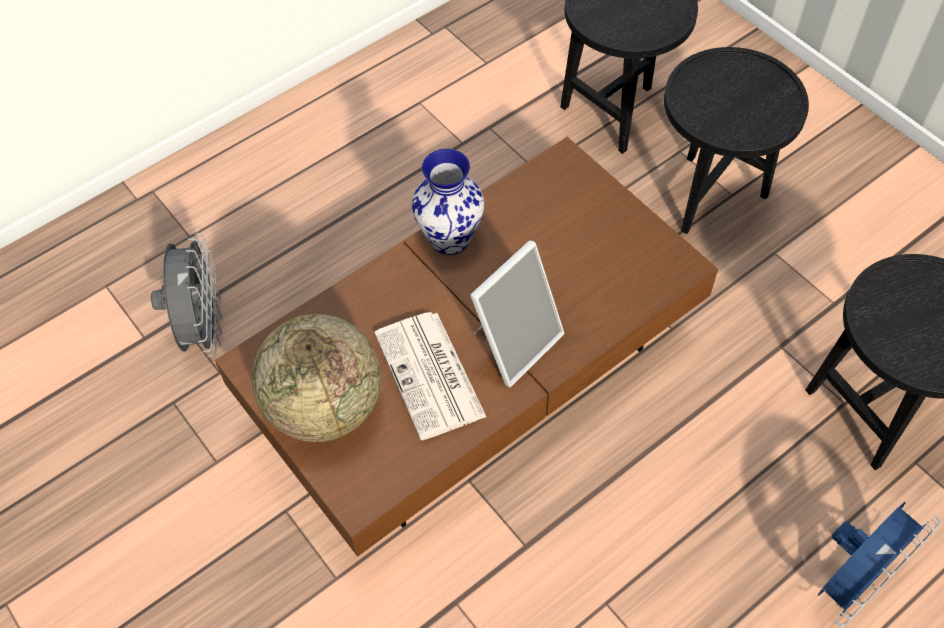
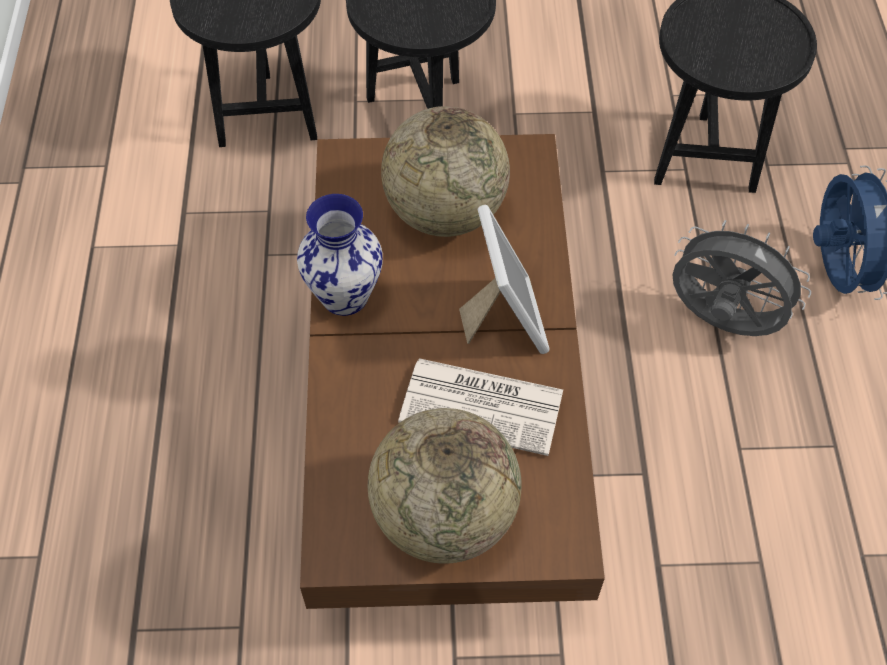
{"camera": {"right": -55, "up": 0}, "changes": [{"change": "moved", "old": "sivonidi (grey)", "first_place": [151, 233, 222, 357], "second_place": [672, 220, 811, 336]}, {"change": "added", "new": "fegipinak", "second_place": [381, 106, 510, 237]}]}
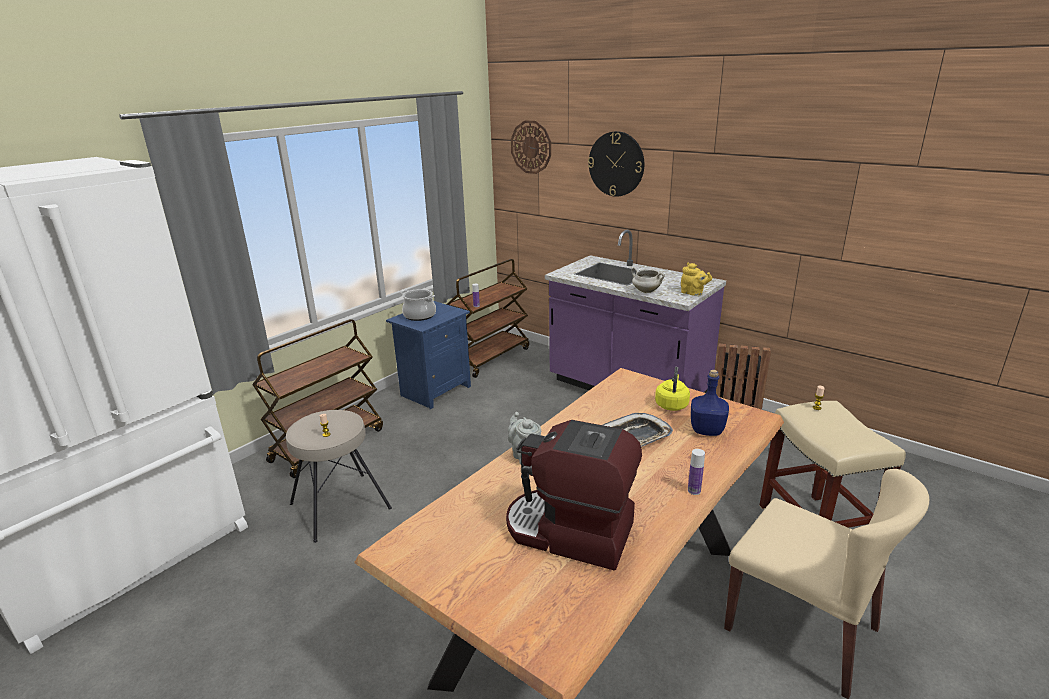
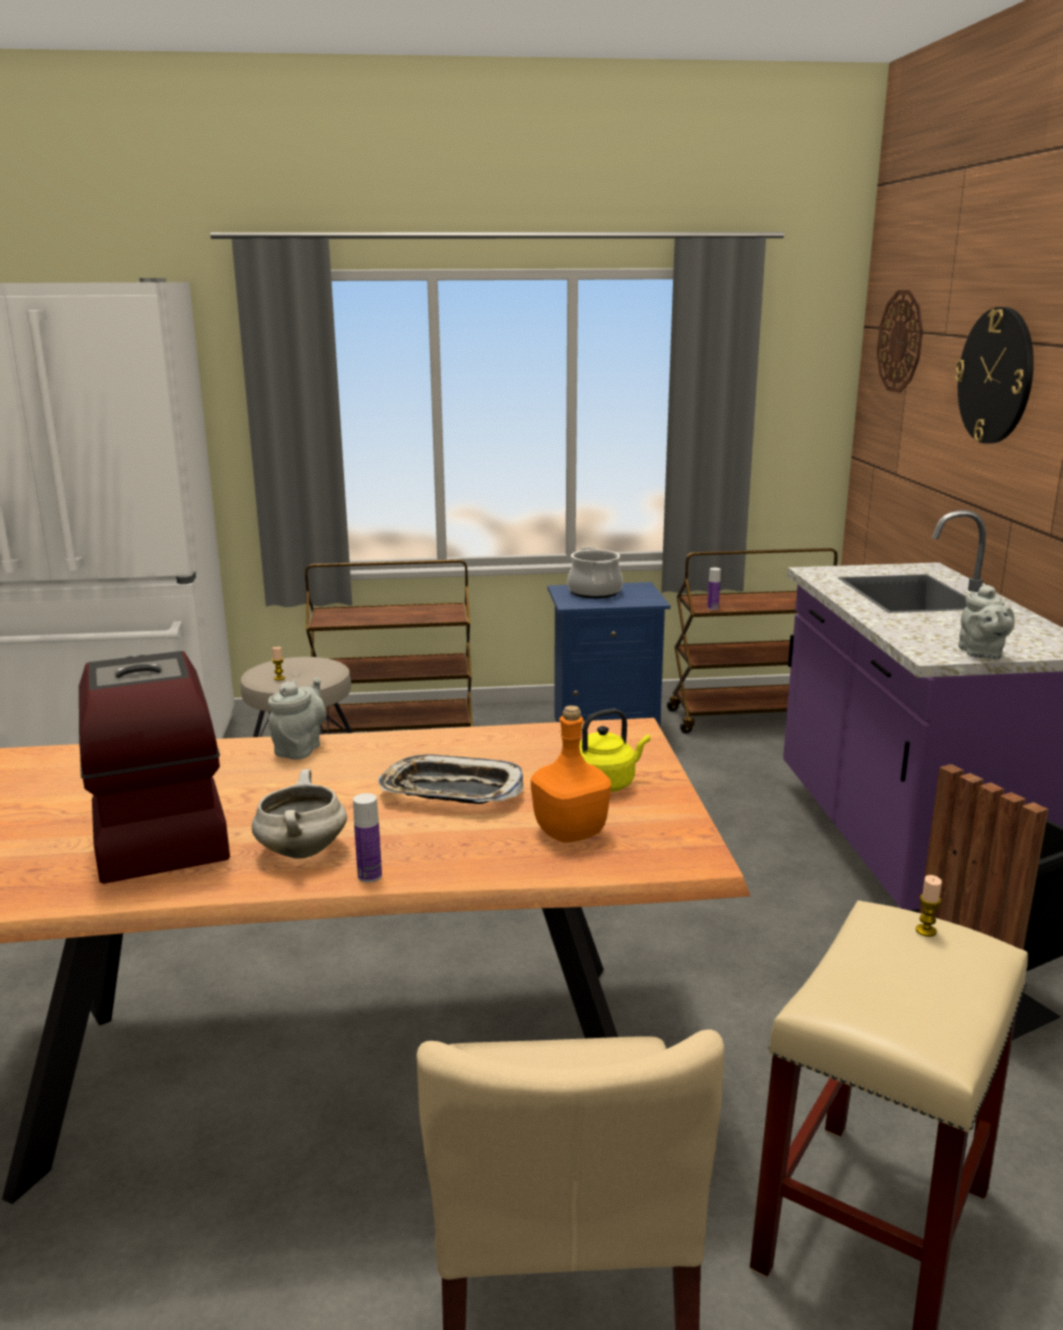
{"camera": {"right": 45, "up": -5}, "changes": [{"change": "moved", "old": "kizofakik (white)", "first_place": [632, 267, 665, 293], "second_place": [252, 769, 347, 858]}, {"change": "recoloured", "old": "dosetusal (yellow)", "new": "dosetusal (grey)", "first_place": [681, 263, 712, 296], "second_place": [958, 583, 1015, 660]}, {"change": "recoloured", "old": "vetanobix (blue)", "new": "vetanobix (orange)", "first_place": [691, 370, 729, 436], "second_place": [531, 705, 611, 843]}]}
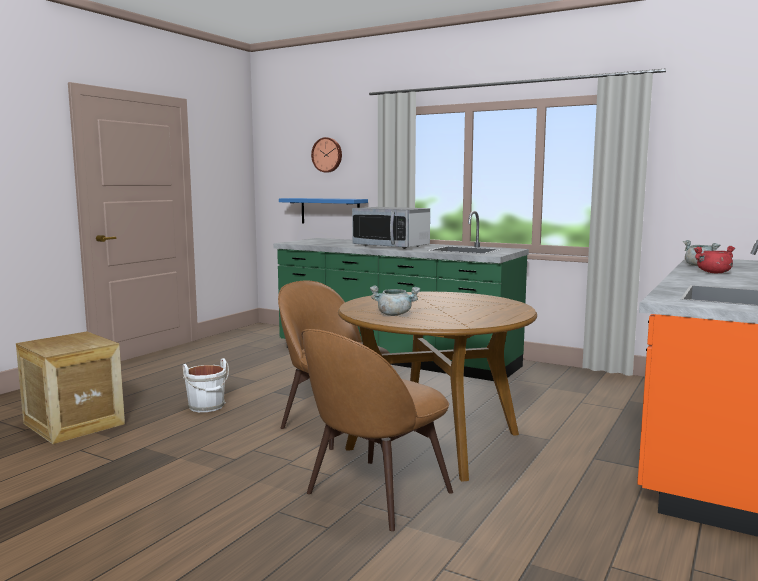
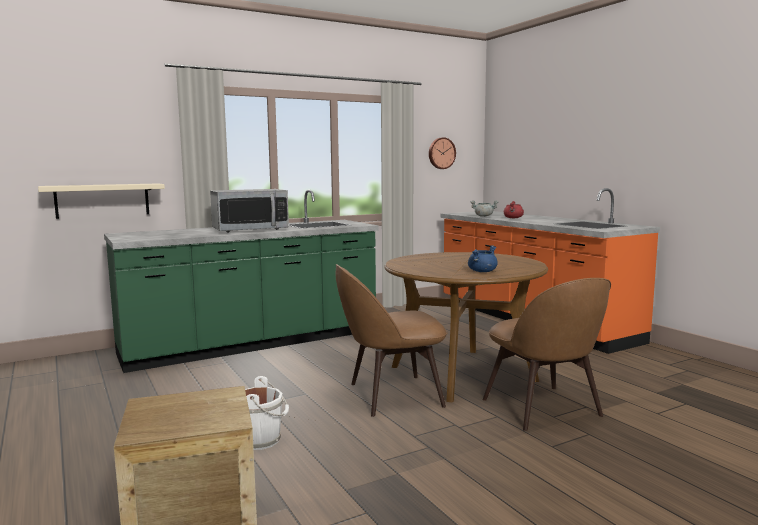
{"camera": {"right": -60, "up": 0}, "changes": [{"change": "recoloured", "old": "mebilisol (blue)", "new": "mebilisol (beige)", "first_place": [279, 198, 368, 224], "second_place": [38, 183, 165, 219]}, {"change": "moved", "old": "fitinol", "first_place": [311, 137, 342, 173], "second_place": [429, 137, 456, 169]}, {"change": "recoloured", "old": "kizofakik (grey)", "new": "kizofakik (blue)", "first_place": [369, 285, 420, 316], "second_place": [468, 246, 498, 272]}]}
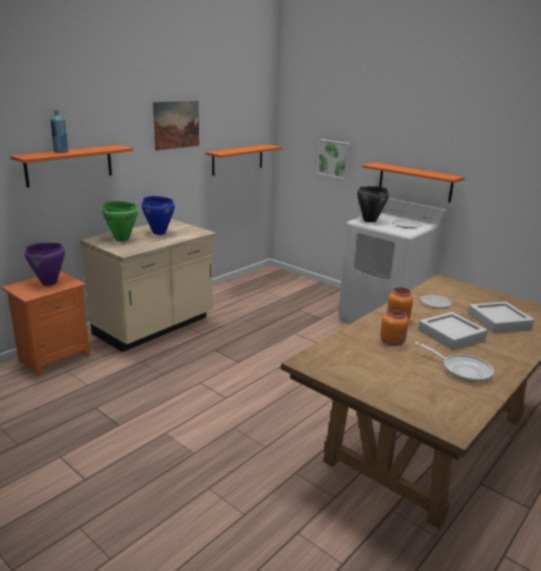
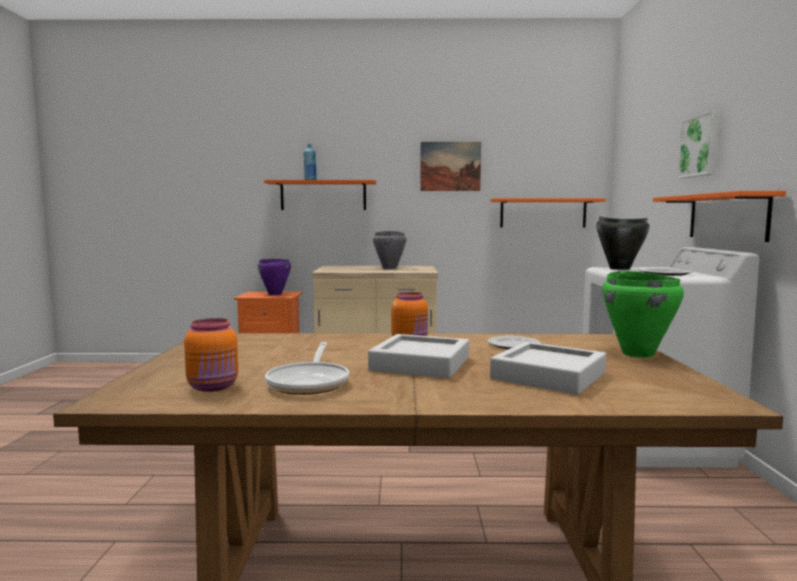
{"camera": {"right": 50, "up": -15}, "changes": [{"change": "moved", "old": "kizofakik (green)", "first_place": [102, 201, 138, 242], "second_place": [602, 271, 684, 358]}, {"change": "recoloured", "old": "kizofakik (blue)", "new": "kizofakik (grey)", "first_place": [141, 196, 175, 235], "second_place": [373, 231, 406, 269]}, {"change": "moved", "old": "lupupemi", "first_place": [317, 139, 350, 179], "second_place": [677, 110, 720, 178]}, {"change": "moved", "old": "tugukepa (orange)", "first_place": [380, 308, 409, 346], "second_place": [184, 318, 238, 392]}]}
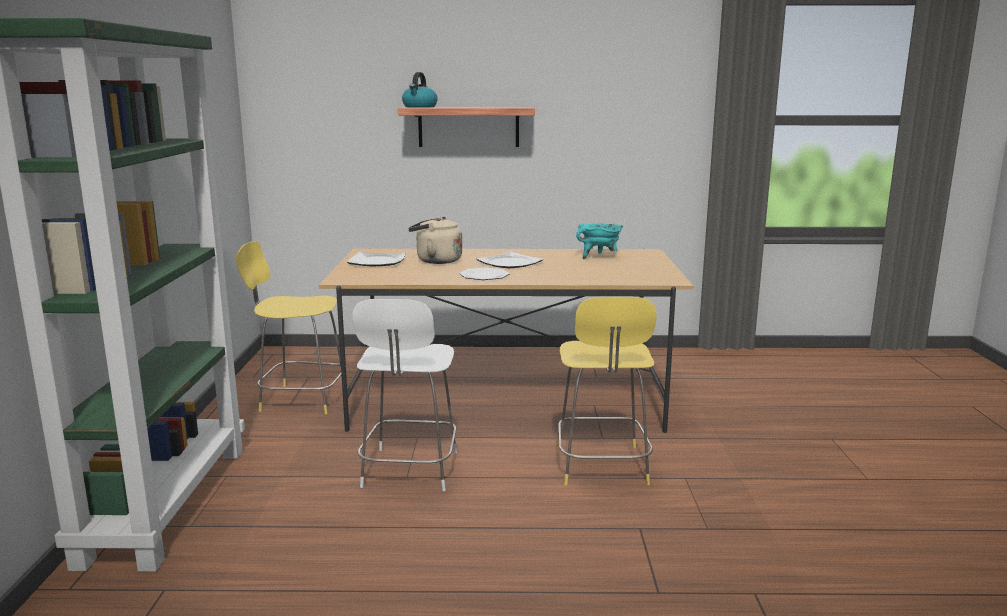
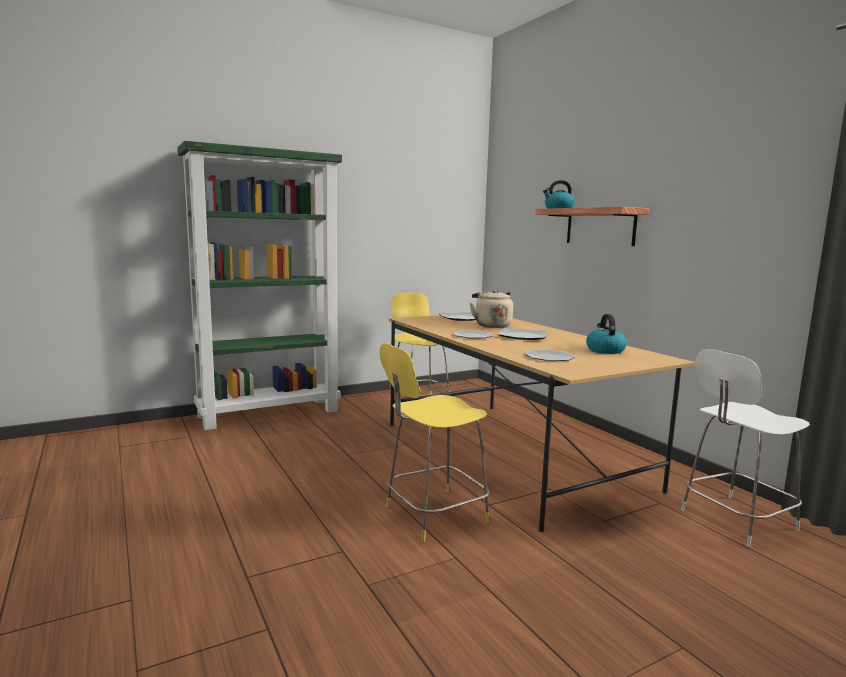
{"camera": {"right": 60, "up": -5}, "changes": [{"change": "moved", "old": "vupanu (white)", "first_place": [352, 299, 457, 491], "second_place": [681, 349, 810, 547]}, {"change": "replaced", "old": "kizofakik (turquoise)", "new": "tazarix", "first_place": [576, 223, 623, 259], "second_place": [586, 314, 627, 354]}, {"change": "added", "new": "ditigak", "second_place": [525, 350, 575, 361]}]}
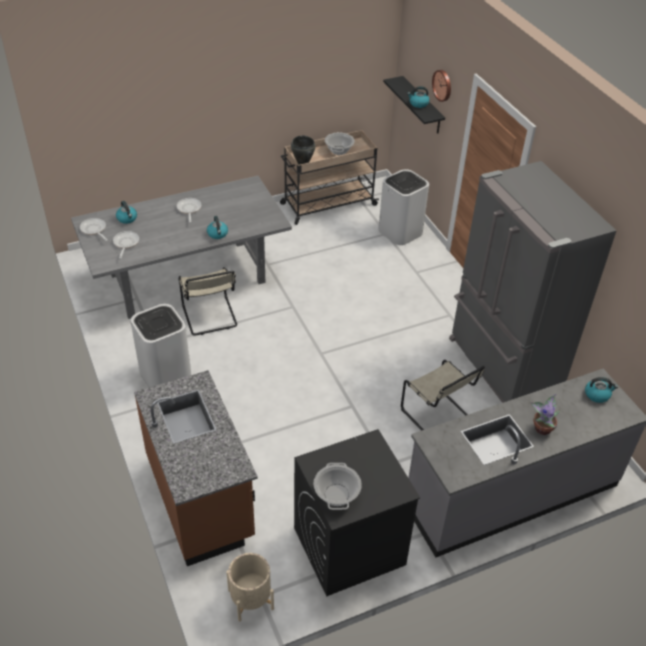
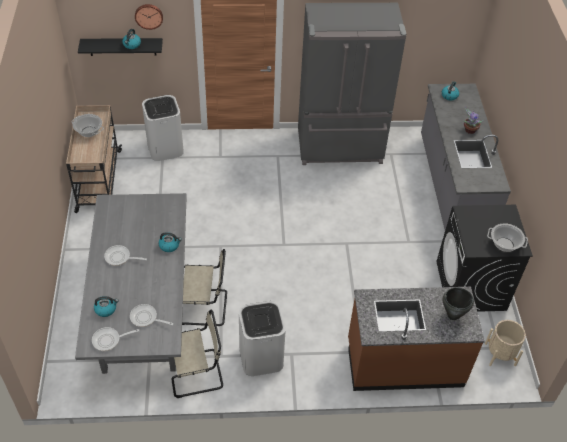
{"camera": {"right": -70, "up": 5}, "changes": [{"change": "moved", "old": "kizofakik (black)", "first_place": [291, 136, 316, 165], "second_place": [443, 287, 474, 320]}, {"change": "moved", "old": "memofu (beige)", "first_place": [401, 360, 485, 431], "second_place": [171, 310, 223, 398]}]}
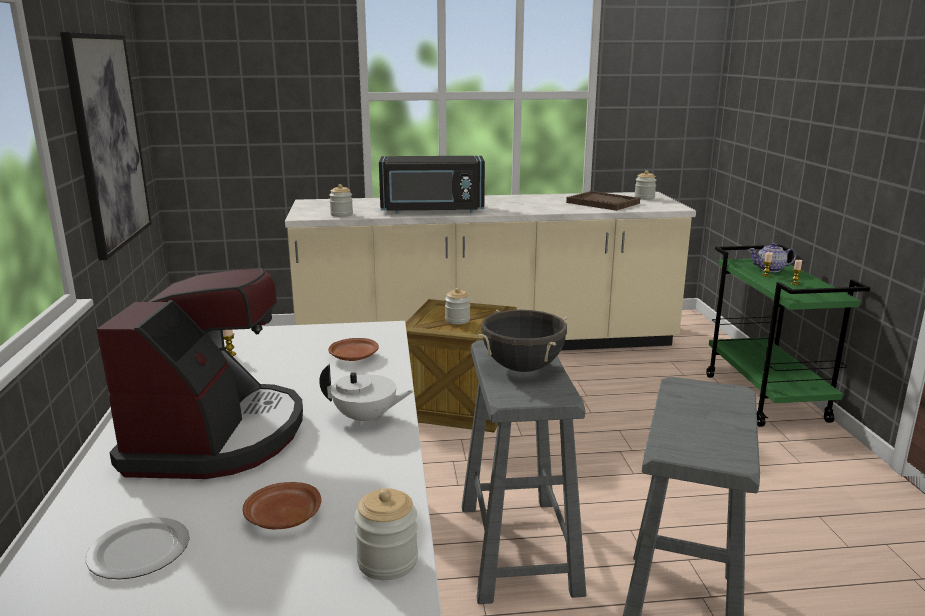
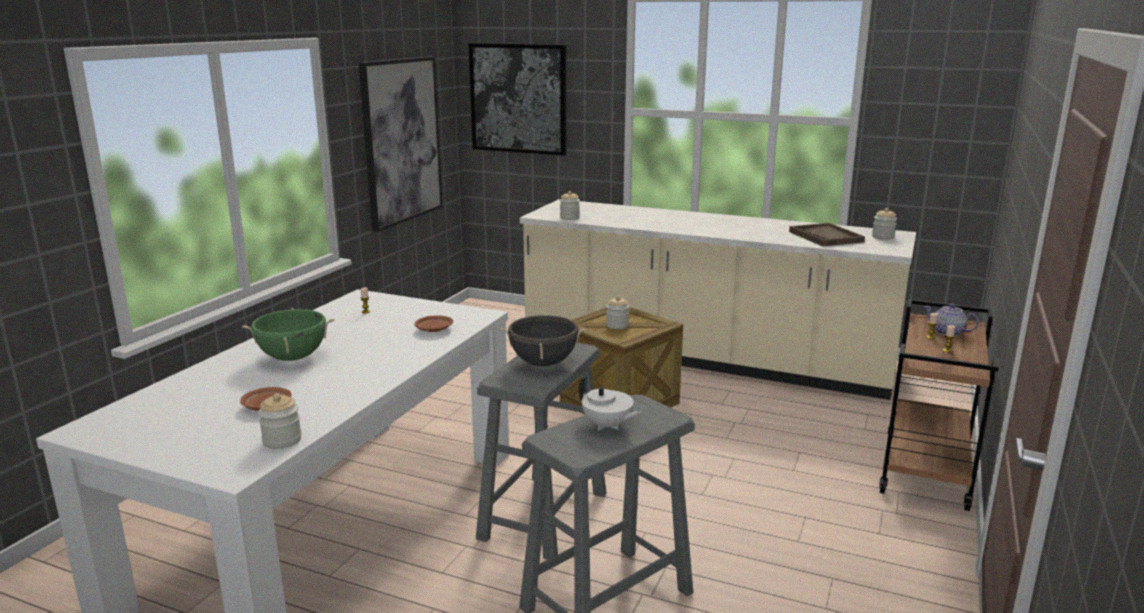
{"camera": {"right": 30, "up": 0}, "changes": [{"change": "removed", "old": "ditigak", "first_place": [85, 517, 190, 580]}, {"change": "replaced", "old": "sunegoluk", "new": "kizofakik (green)", "first_place": [96, 267, 303, 479], "second_place": [242, 308, 335, 361]}, {"change": "moved", "old": "dosetusal (white)", "first_place": [319, 364, 414, 427], "second_place": [578, 377, 642, 431]}, {"change": "removed", "old": "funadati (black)", "first_place": [379, 156, 485, 213]}, {"change": "recoloured", "old": "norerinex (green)", "new": "norerinex (brown)", "first_place": [706, 245, 870, 427], "second_place": [879, 299, 999, 511]}, {"change": "added", "new": "lupupemi", "second_place": [469, 43, 566, 156]}]}
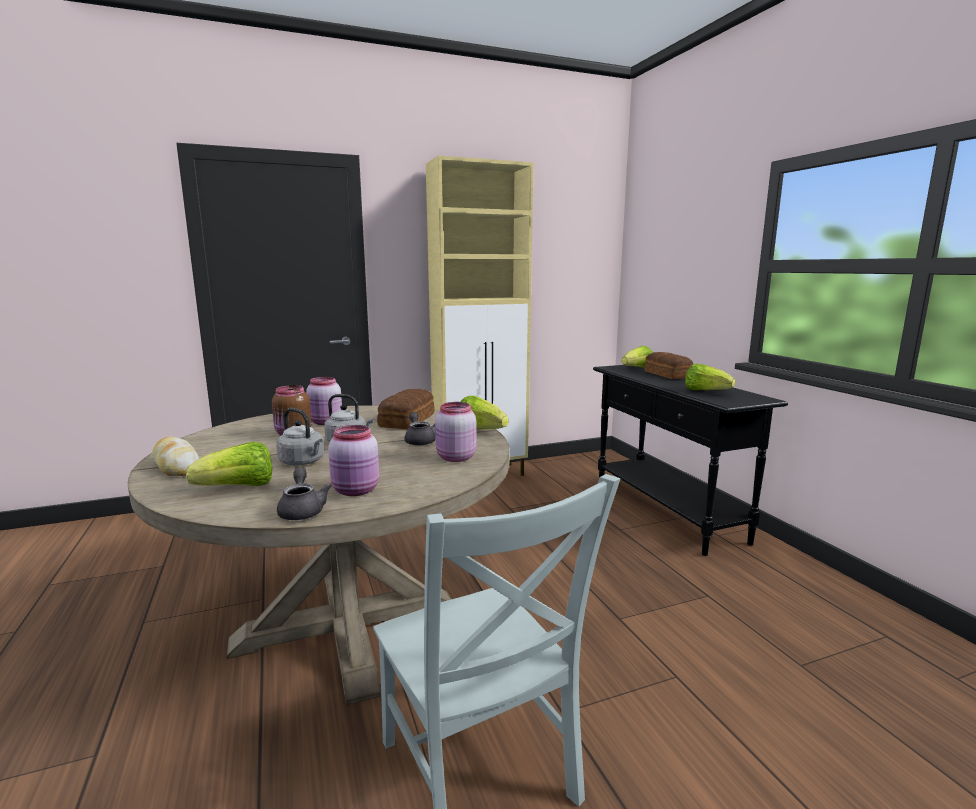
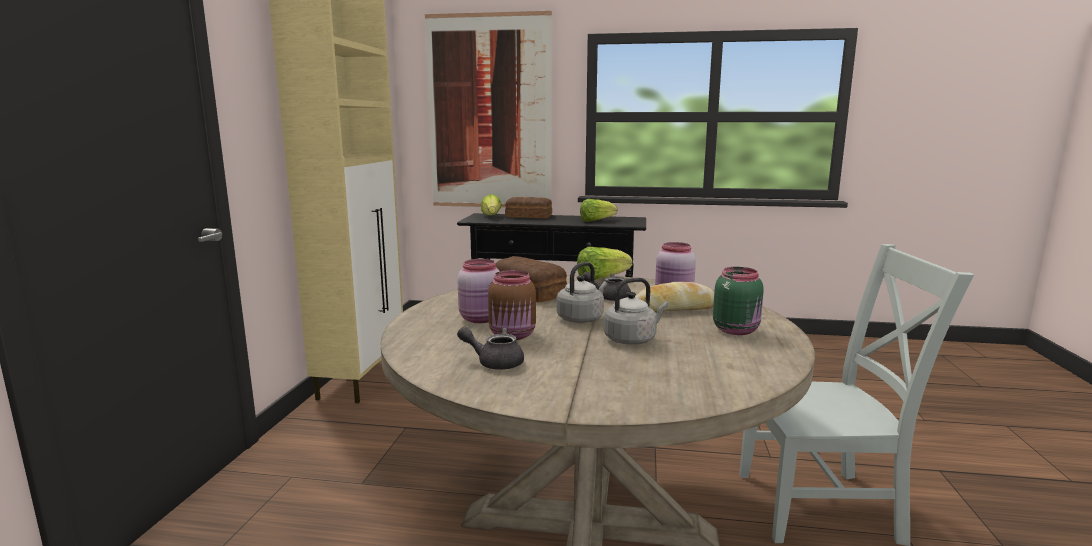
{"camera": {"right": -60, "up": 0}, "changes": [{"change": "moved", "old": "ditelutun", "first_place": [152, 437, 200, 476], "second_place": [635, 282, 714, 312]}, {"change": "removed", "old": "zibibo", "first_place": [186, 442, 272, 486]}, {"change": "moved", "old": "dosetusal (grey)", "first_place": [277, 467, 332, 520], "second_place": [457, 327, 524, 370]}, {"change": "recoloured", "old": "tugukepa (pink)", "new": "tugukepa (green)", "first_place": [328, 425, 379, 496], "second_place": [713, 267, 764, 335]}, {"change": "added", "new": "lupupemi", "second_place": [425, 11, 552, 207]}]}
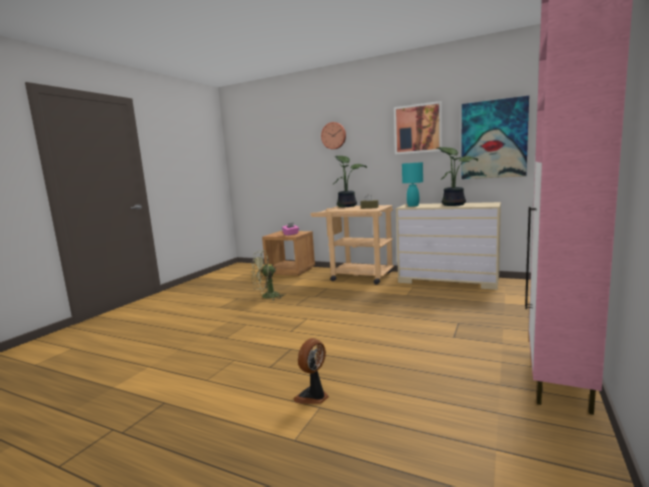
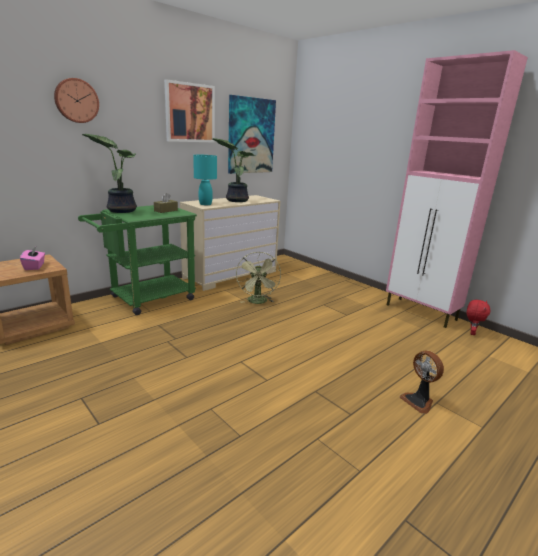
{"camera": {"right": -70, "up": 10}, "changes": [{"change": "moved", "old": "sivonidi (green)", "first_place": [251, 250, 284, 300], "second_place": [236, 252, 281, 304]}, {"change": "recoloured", "old": "norerinex (beige)", "new": "norerinex (green)", "first_place": [311, 205, 394, 285], "second_place": [78, 205, 197, 315]}, {"change": "added", "new": "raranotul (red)", "second_place": [466, 300, 491, 335]}]}
